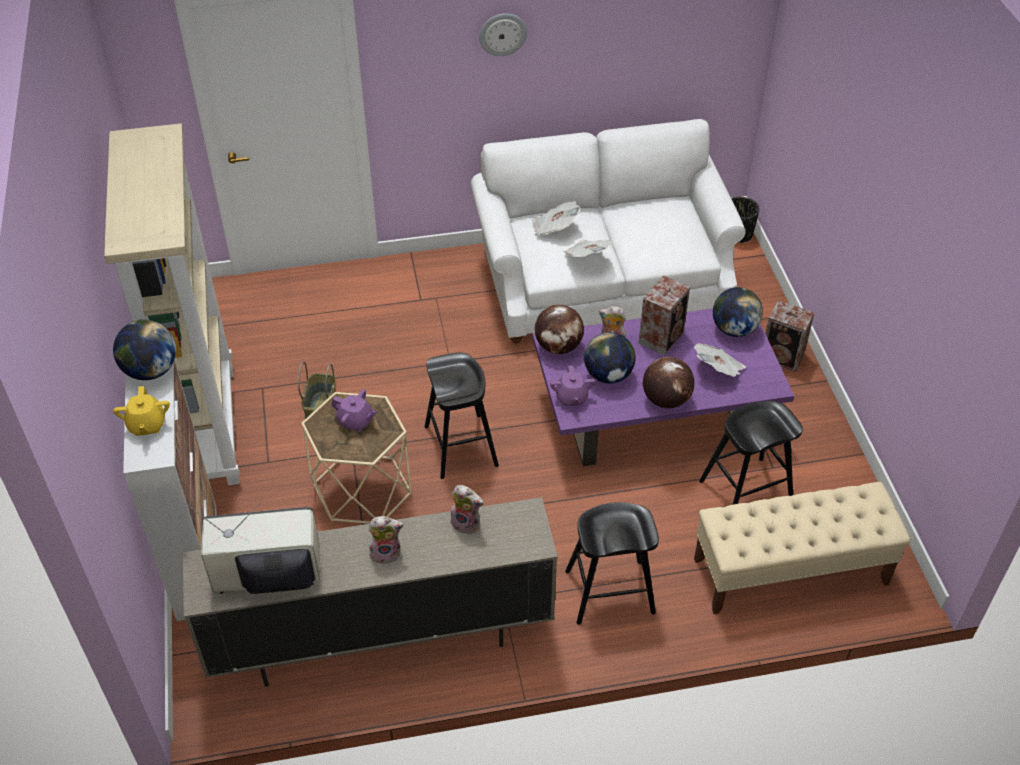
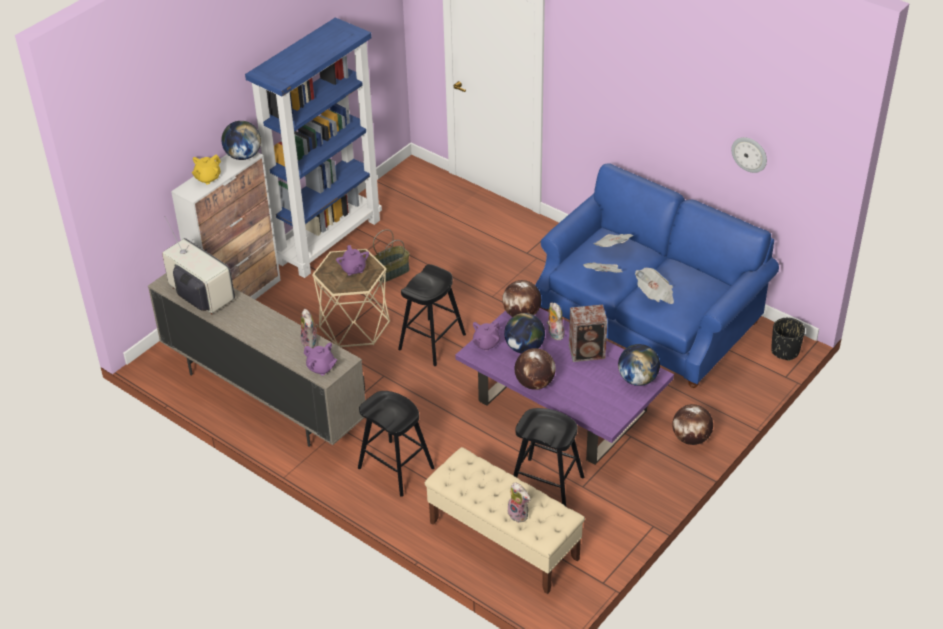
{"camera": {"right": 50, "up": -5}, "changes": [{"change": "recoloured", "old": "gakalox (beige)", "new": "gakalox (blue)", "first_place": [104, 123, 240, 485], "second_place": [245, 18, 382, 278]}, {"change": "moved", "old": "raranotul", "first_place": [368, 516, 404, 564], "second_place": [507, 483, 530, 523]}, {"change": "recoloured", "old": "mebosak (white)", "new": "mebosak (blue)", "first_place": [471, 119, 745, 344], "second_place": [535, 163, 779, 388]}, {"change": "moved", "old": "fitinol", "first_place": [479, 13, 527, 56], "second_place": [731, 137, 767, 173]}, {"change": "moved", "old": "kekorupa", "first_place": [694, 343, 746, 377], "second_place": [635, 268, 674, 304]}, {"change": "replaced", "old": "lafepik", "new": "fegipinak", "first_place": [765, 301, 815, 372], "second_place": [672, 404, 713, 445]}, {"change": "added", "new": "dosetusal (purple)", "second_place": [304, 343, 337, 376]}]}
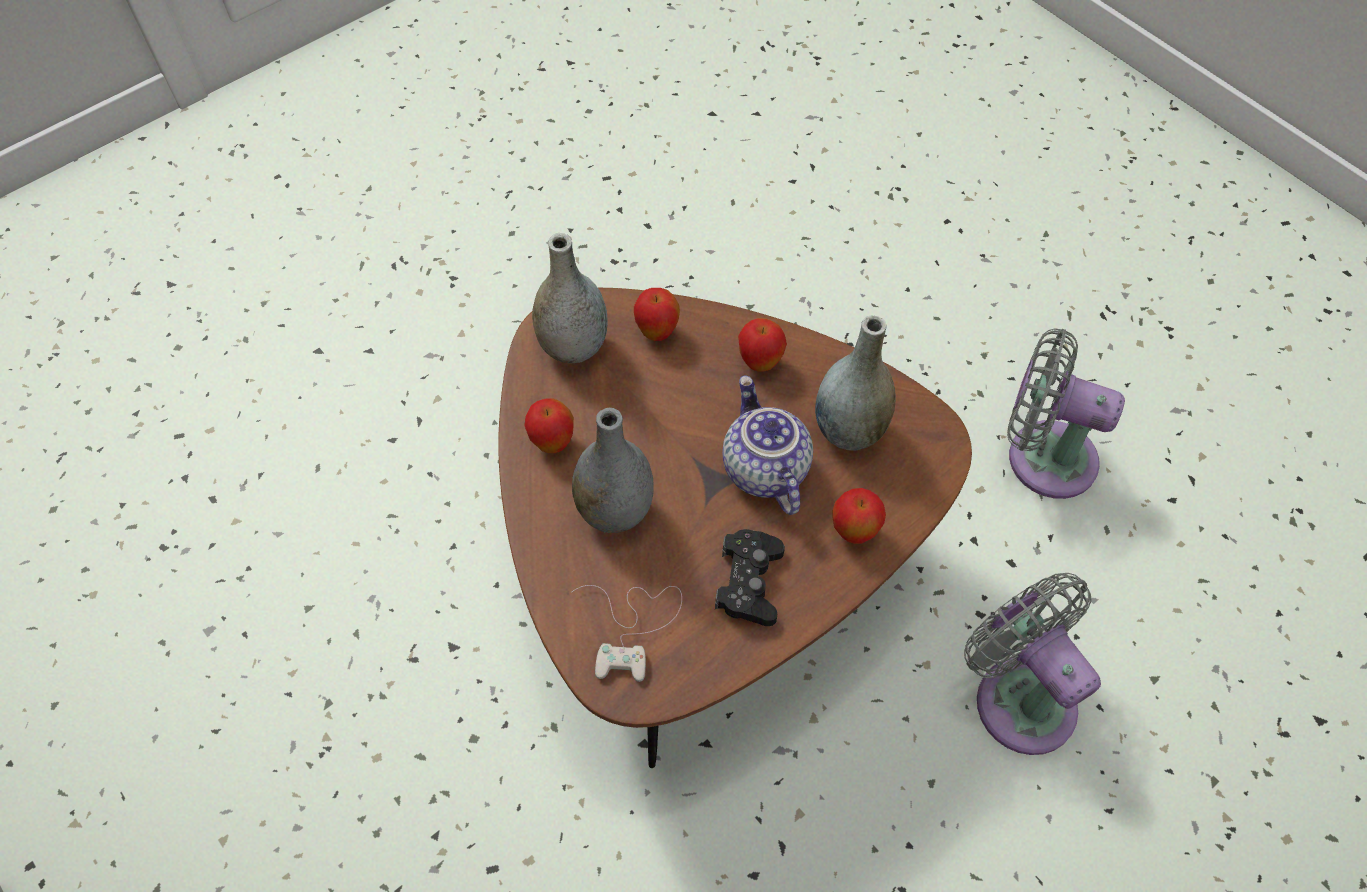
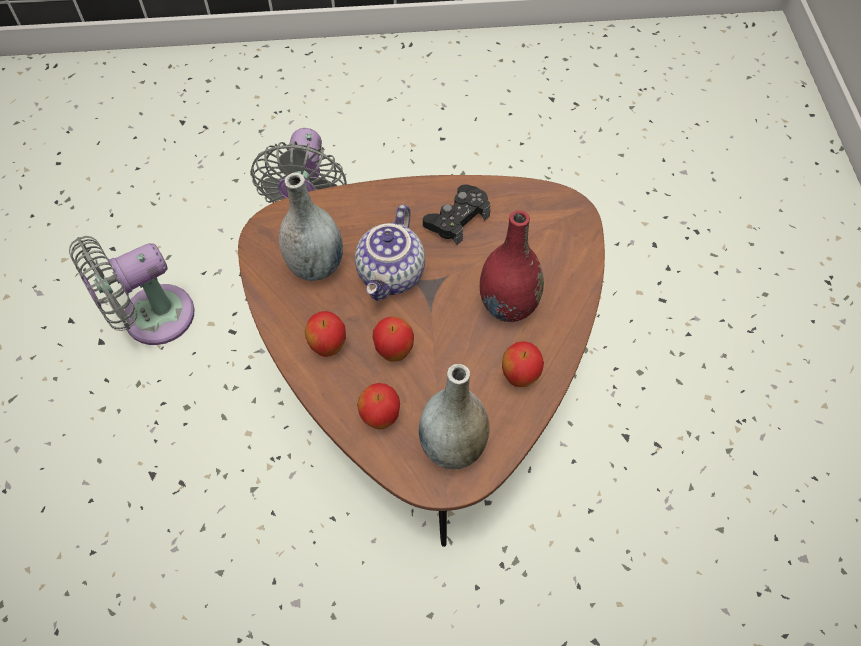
{"camera": {"right": -145, "up": 0}, "changes": [{"change": "removed", "old": "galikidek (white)", "first_place": [571, 585, 682, 682]}, {"change": "recoloured", "old": "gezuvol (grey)", "new": "gezuvol (red)", "first_place": [572, 408, 654, 533], "second_place": [480, 210, 544, 322]}, {"change": "moved", "old": "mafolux", "first_place": [833, 488, 886, 544], "second_place": [372, 316, 414, 362]}, {"change": "turned", "old": "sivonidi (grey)", "first_place": [1007, 328, 1125, 499], "second_place": [69, 236, 195, 345], "degrees": 90}]}
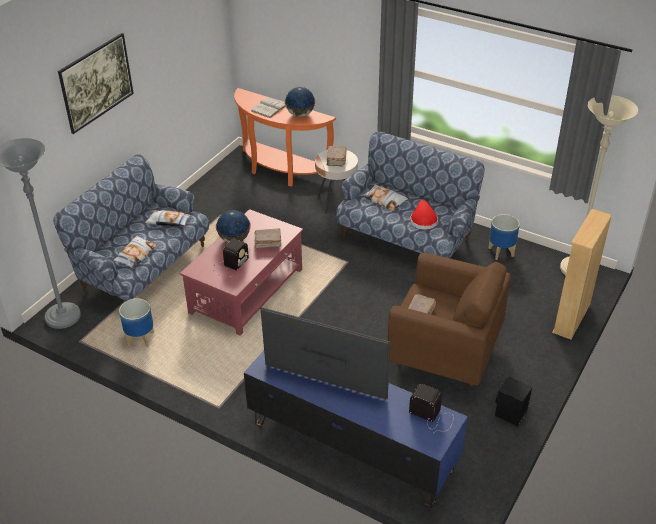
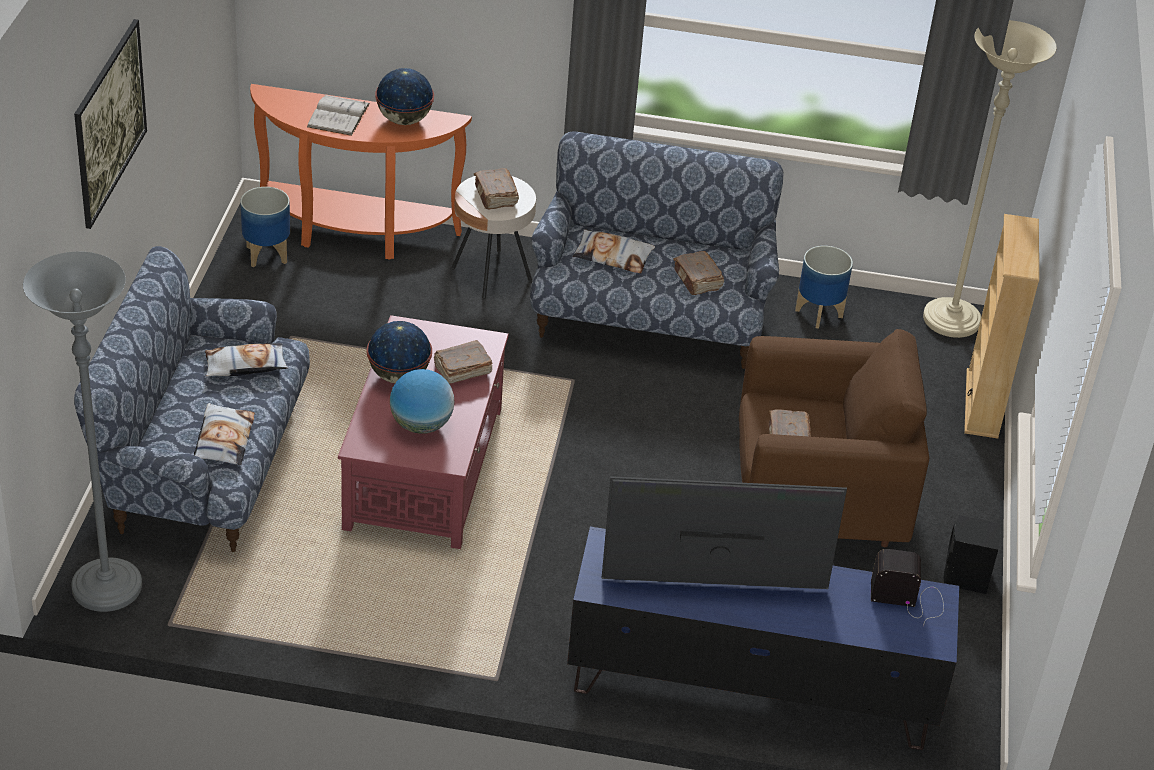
{"camera": {"right": -25, "up": 0}, "changes": [{"change": "moved", "old": "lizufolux", "first_place": [119, 298, 154, 347], "second_place": [240, 187, 290, 267]}, {"change": "replaced", "old": "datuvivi", "new": "fegipinak", "first_place": [212, 239, 249, 277], "second_place": [390, 369, 454, 434]}, {"change": "replaced", "old": "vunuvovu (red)", "new": "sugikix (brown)", "first_place": [410, 200, 438, 230], "second_place": [673, 251, 724, 295]}]}
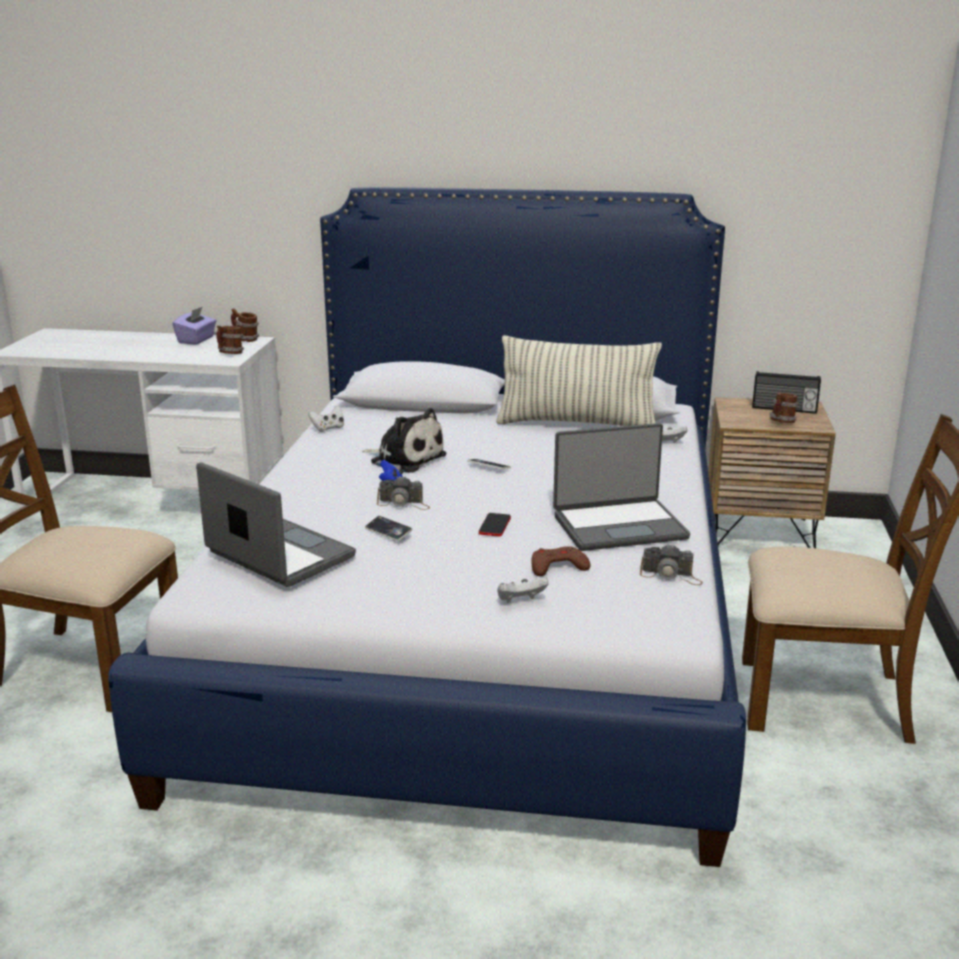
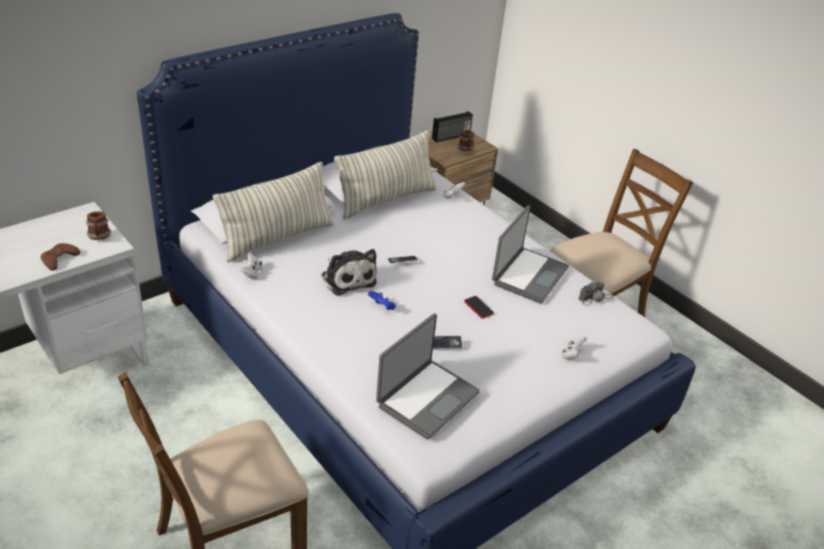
{"camera": {"right": -50, "up": 15}, "changes": [{"change": "removed", "old": "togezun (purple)", "first_place": [173, 306, 216, 345]}, {"change": "turned", "old": "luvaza", "first_place": [196, 462, 356, 587], "second_place": [376, 313, 480, 440], "degrees": 135}, {"change": "removed", "old": "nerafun", "first_place": [231, 308, 259, 342]}, {"change": "turned", "old": "raranotul", "first_place": [362, 408, 446, 473], "second_place": [322, 249, 377, 296], "degrees": 75}, {"change": "removed", "old": "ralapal", "first_place": [377, 477, 430, 510]}, {"change": "moved", "old": "galikidek (brown)", "first_place": [531, 546, 590, 576], "second_place": [41, 243, 80, 271]}, {"change": "added", "new": "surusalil", "second_place": [213, 162, 334, 262]}]}
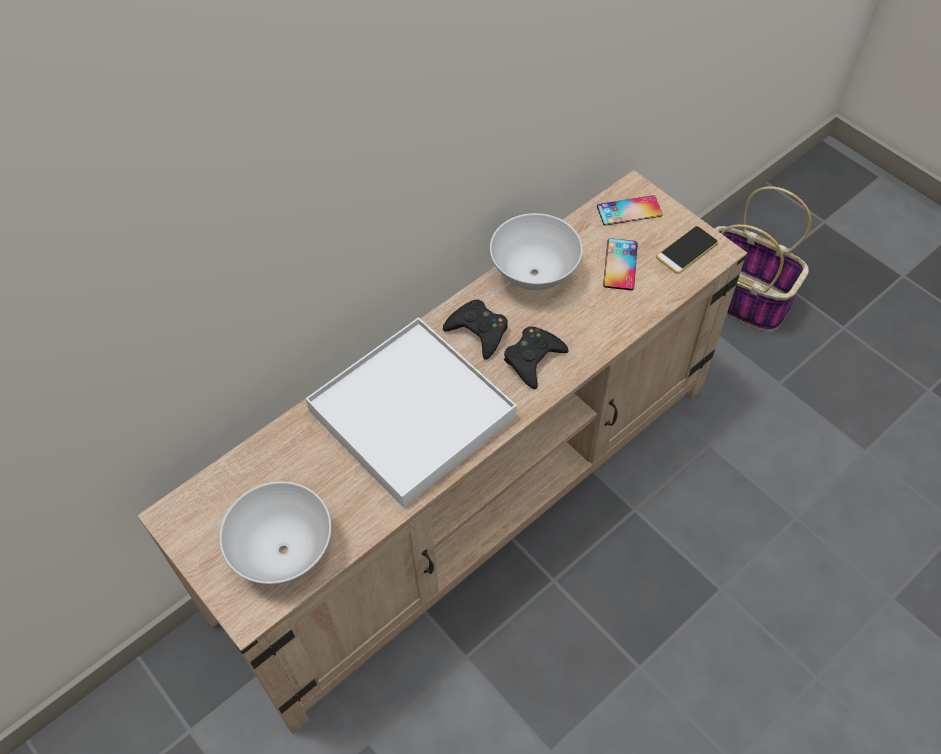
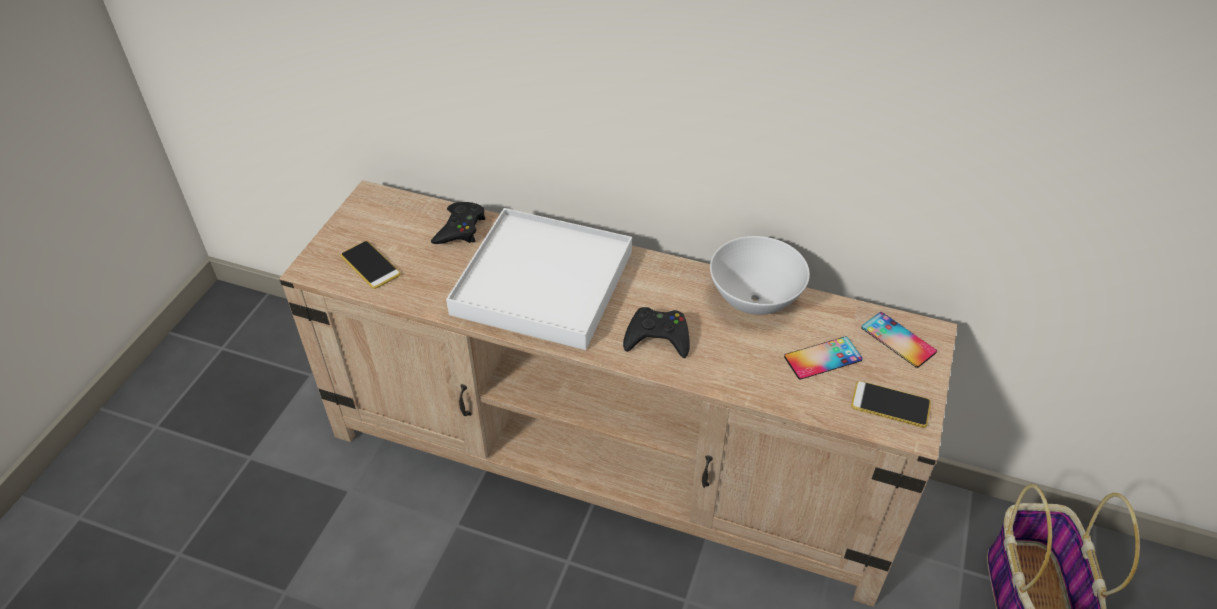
{"camera": {"right": 60, "up": -10}, "changes": [{"change": "replaced", "old": "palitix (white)", "new": "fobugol", "first_place": [219, 482, 331, 585], "second_place": [341, 241, 401, 289]}, {"change": "moved", "old": "galikidek (black)", "first_place": [443, 299, 508, 360], "second_place": [431, 202, 485, 244]}]}
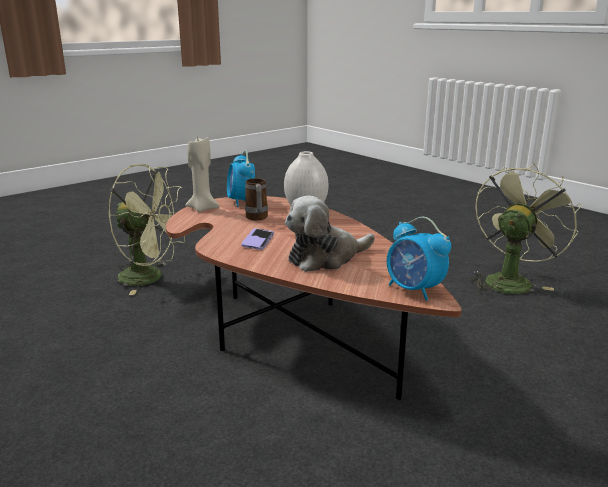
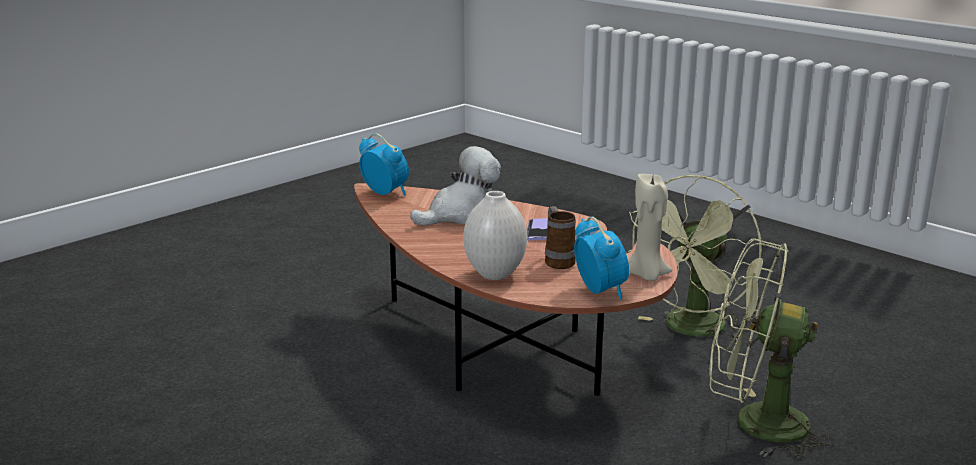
{"camera": {"right": 175, "up": 0}, "changes": [{"change": "moved", "old": "sivonidi (green)", "first_place": [469, 163, 581, 294], "second_place": [626, 175, 762, 341]}]}
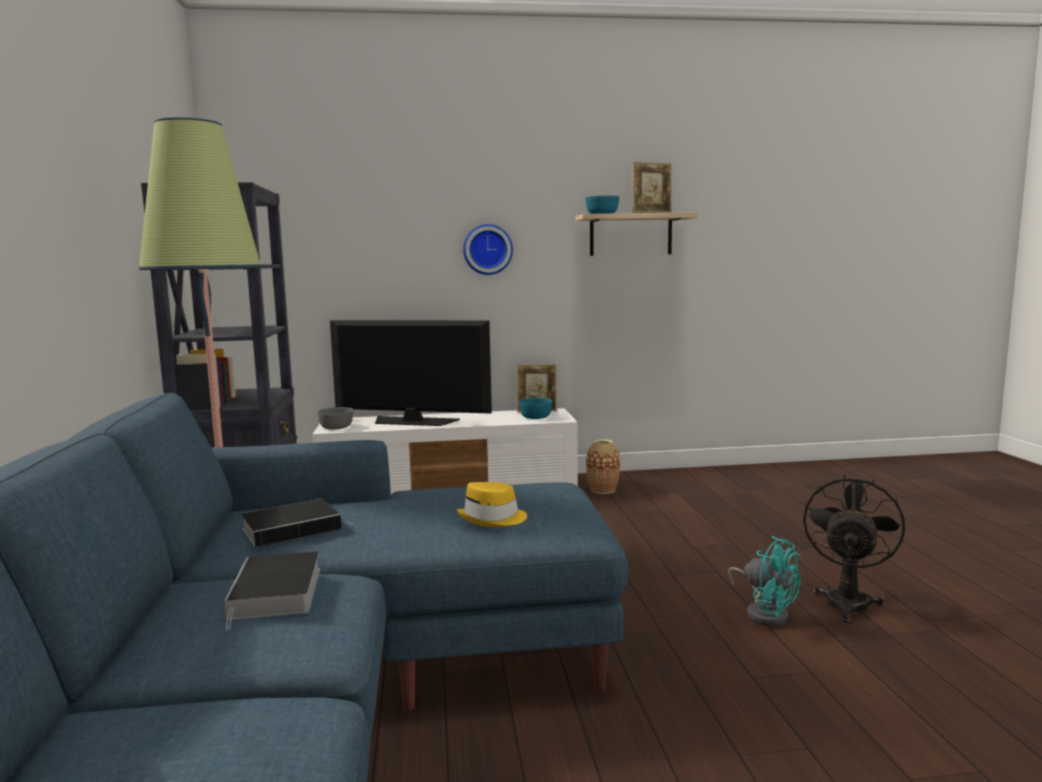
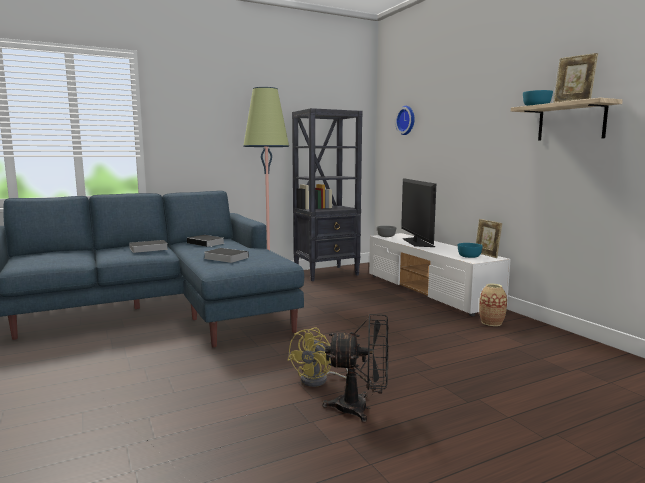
{"camera": {"right": 70, "up": 0}, "changes": [{"change": "replaced", "old": "vunuvovu (yellow)", "new": "sugikix", "first_place": [457, 482, 527, 527], "second_place": [204, 248, 249, 263]}, {"change": "moved", "old": "fitinol", "first_place": [463, 224, 513, 275], "second_place": [395, 106, 415, 135]}, {"change": "recoloured", "old": "sivonidi (turquoise)", "new": "sivonidi (yellow)", "first_place": [728, 536, 801, 626], "second_place": [287, 328, 348, 387]}]}
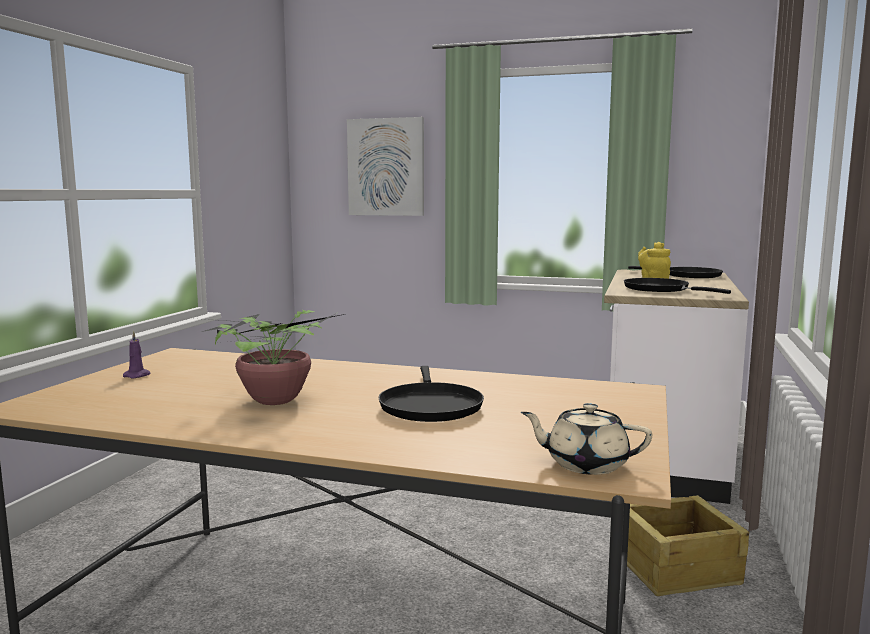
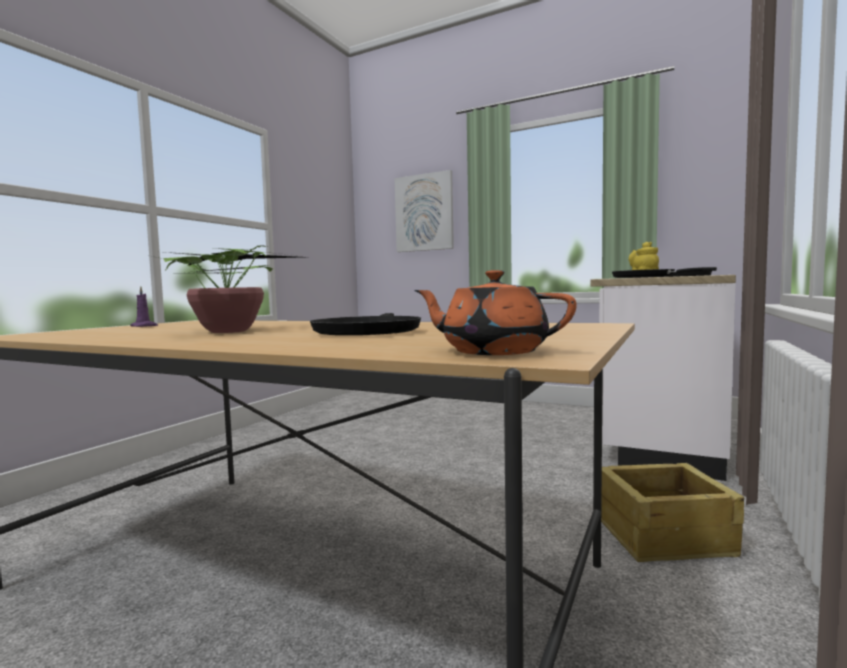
{"camera": {"right": 10, "up": -5}, "changes": [{"change": "recoloured", "old": "dosetusal (beige)", "new": "dosetusal (orange)", "first_place": [521, 403, 652, 475], "second_place": [414, 270, 577, 355]}]}
